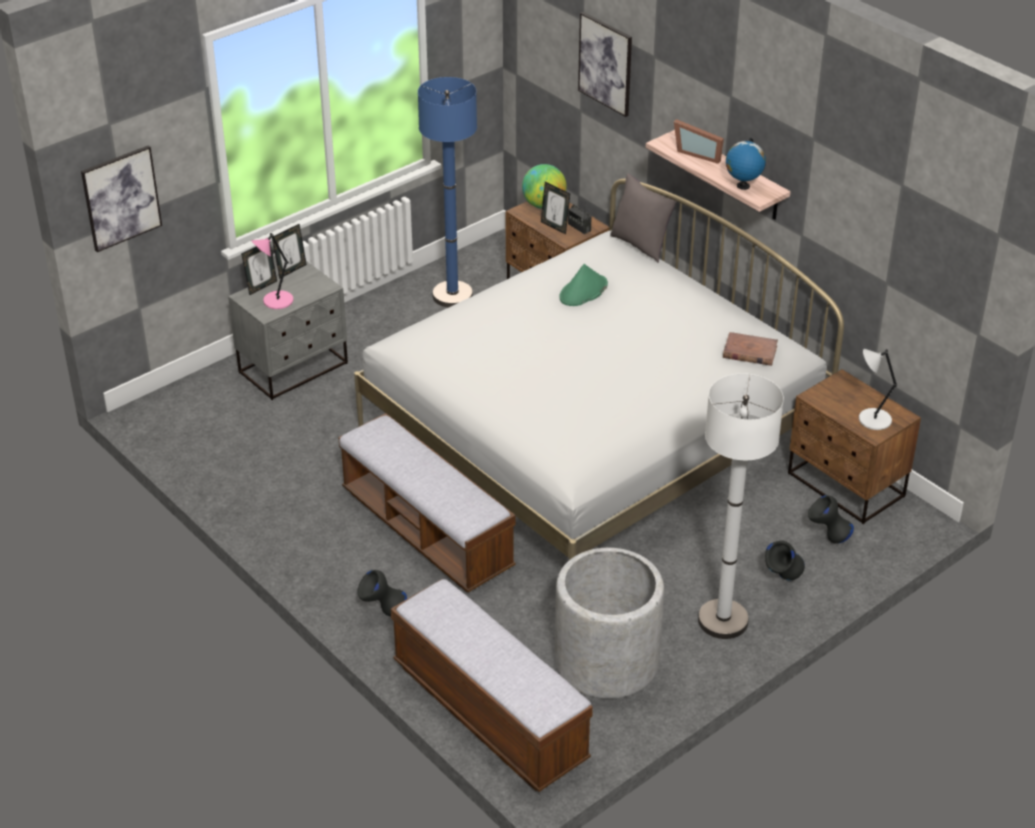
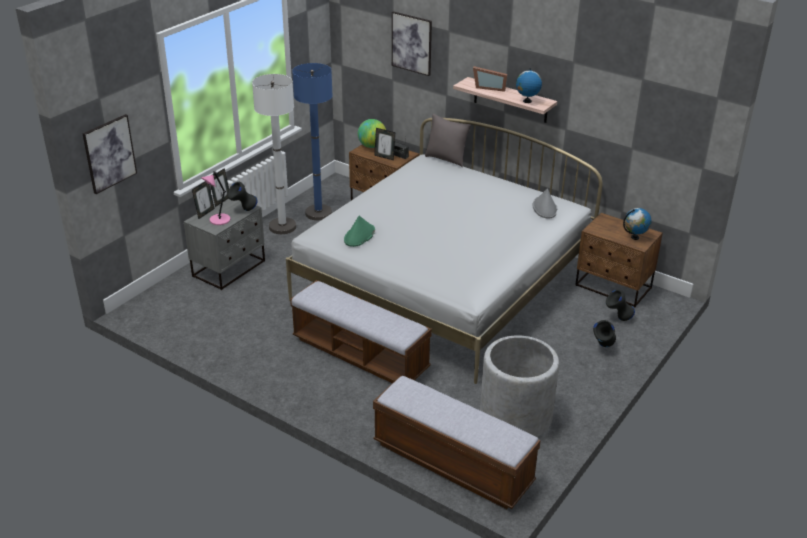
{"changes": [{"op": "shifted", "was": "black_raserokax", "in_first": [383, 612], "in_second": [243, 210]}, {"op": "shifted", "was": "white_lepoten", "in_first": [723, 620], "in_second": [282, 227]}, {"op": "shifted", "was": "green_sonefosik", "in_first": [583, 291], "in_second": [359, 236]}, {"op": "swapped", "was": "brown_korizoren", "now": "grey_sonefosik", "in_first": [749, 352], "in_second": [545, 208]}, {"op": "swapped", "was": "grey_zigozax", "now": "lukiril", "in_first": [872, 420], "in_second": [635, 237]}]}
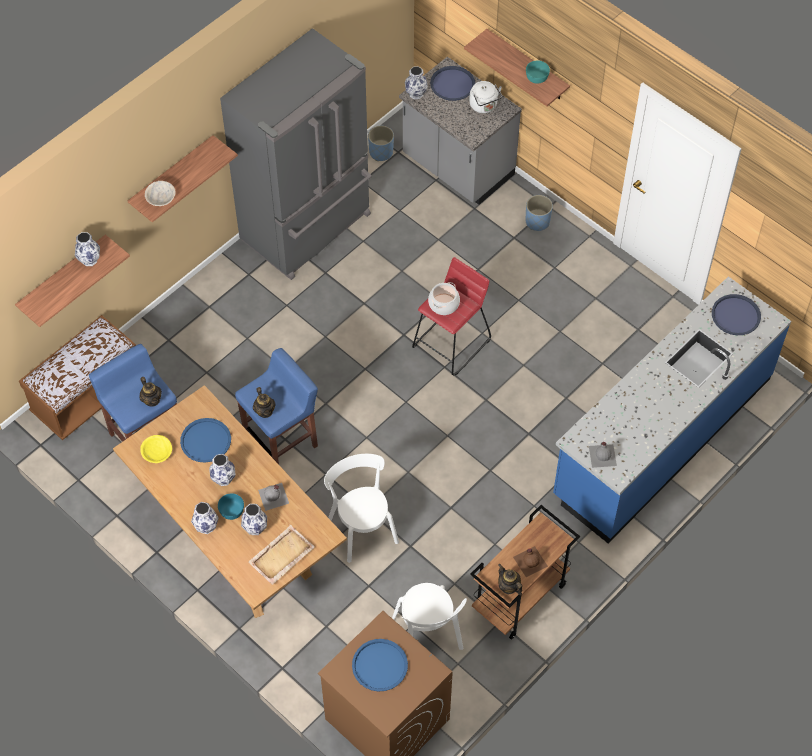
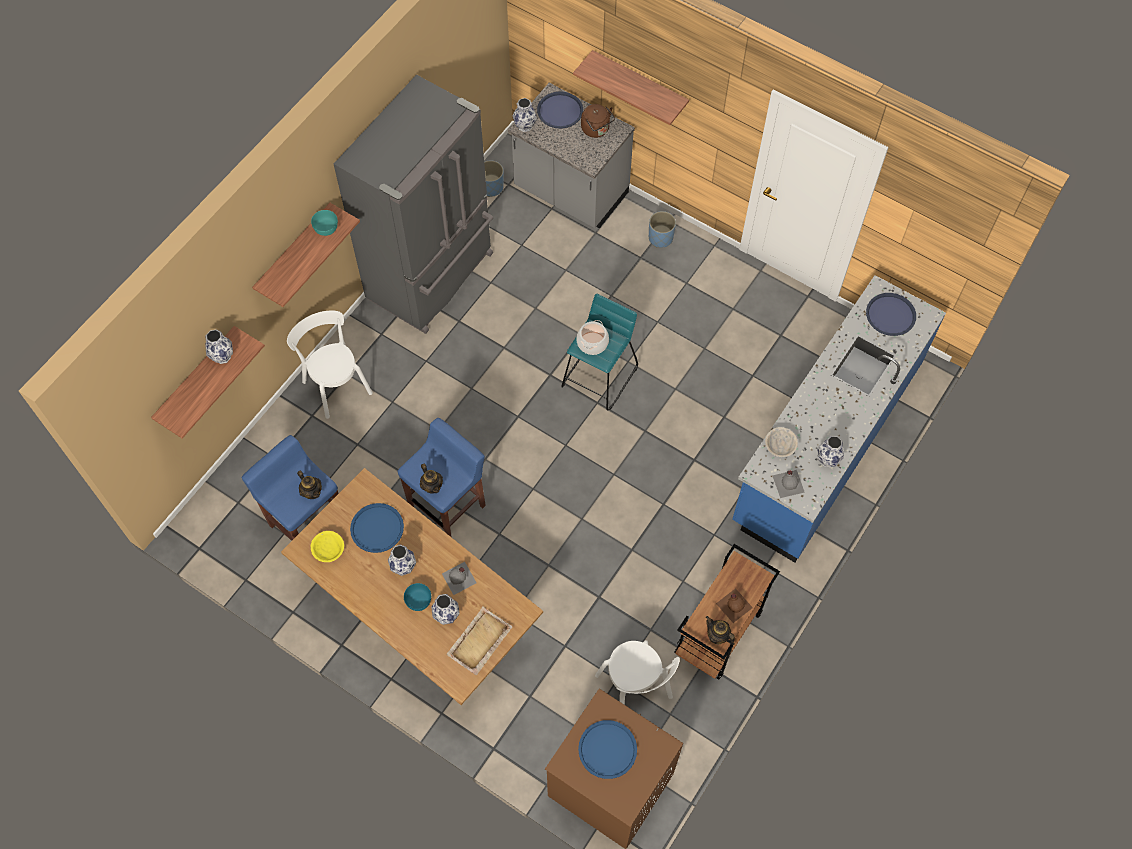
{"changes": [{"op": "shifted", "was": "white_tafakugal", "in_first": [362, 527], "in_second": [335, 385]}, {"op": "shifted", "was": "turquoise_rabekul", "in_first": [537, 77], "in_second": [326, 227]}, {"op": "repainted", "was": "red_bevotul", "now": "turquoise_bevotul", "in_first": [451, 343], "in_second": [600, 377]}, {"op": "repainted", "was": "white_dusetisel", "now": "brown_dusetisel", "in_first": [484, 106], "in_second": [596, 130]}, {"op": "shifted", "was": "beige_rabekul", "in_first": [161, 198], "in_second": [780, 446]}, {"op": "shifted", "was": "raserokax", "in_first": [206, 526], "in_second": [828, 459]}, {"op": "gone", "was": "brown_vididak", "in_first": [87, 395]}]}
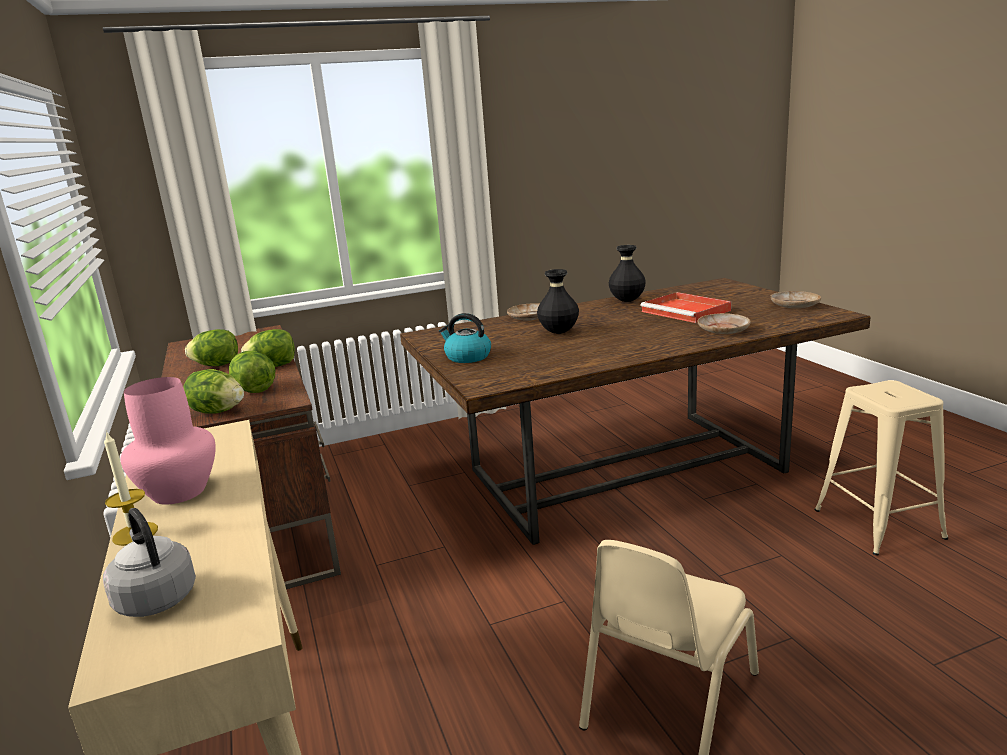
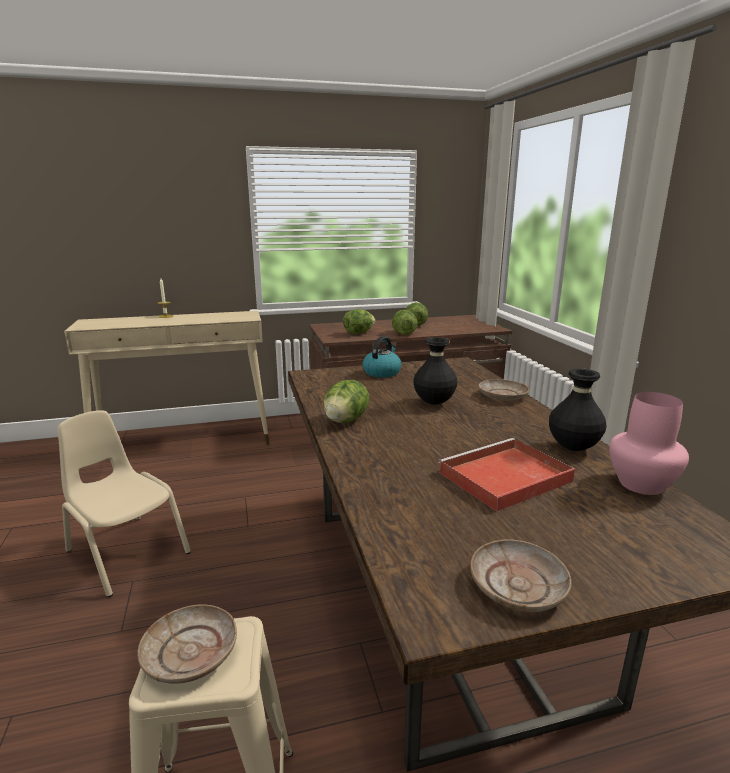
{"changes": [{"op": "shifted", "was": "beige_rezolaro", "in_first": [723, 330], "in_second": [190, 653]}, {"op": "shifted", "was": "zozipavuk", "in_first": [218, 412], "in_second": [345, 421]}, {"op": "shifted", "was": "pink_raserokax", "in_first": [180, 492], "in_second": [642, 485]}, {"op": "gone", "was": "grey_dusetisel", "in_first": [155, 598]}]}
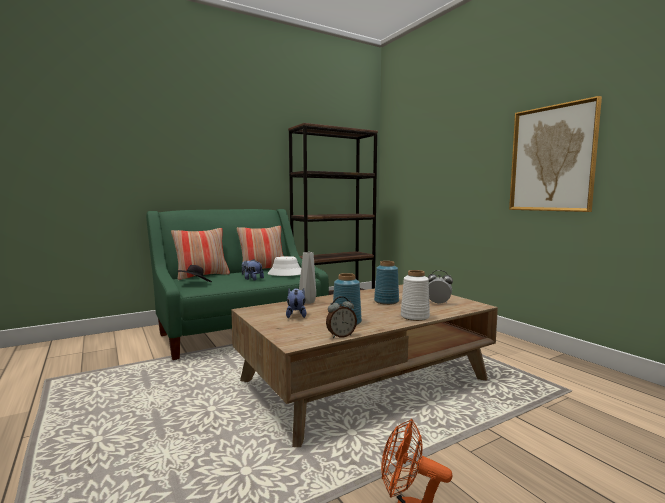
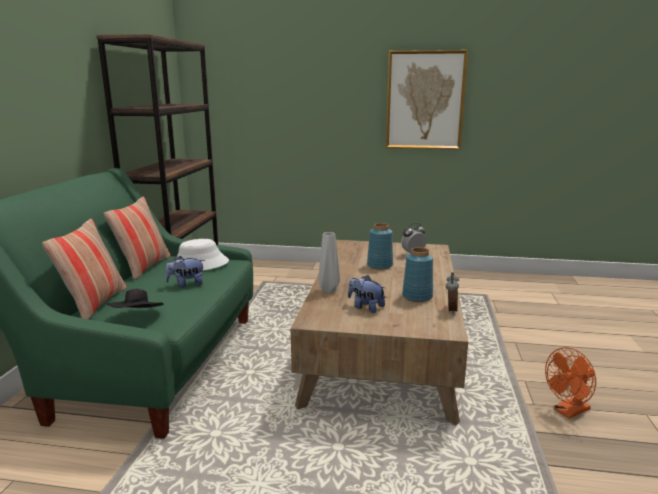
{"changes": [{"op": "gone", "was": "white_raserokax", "in_first": [414, 317]}]}
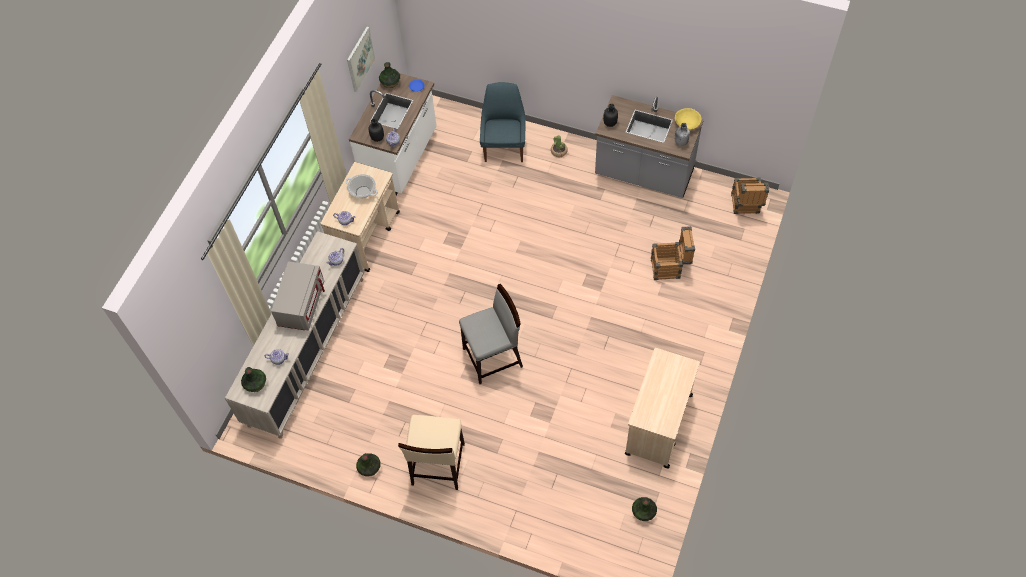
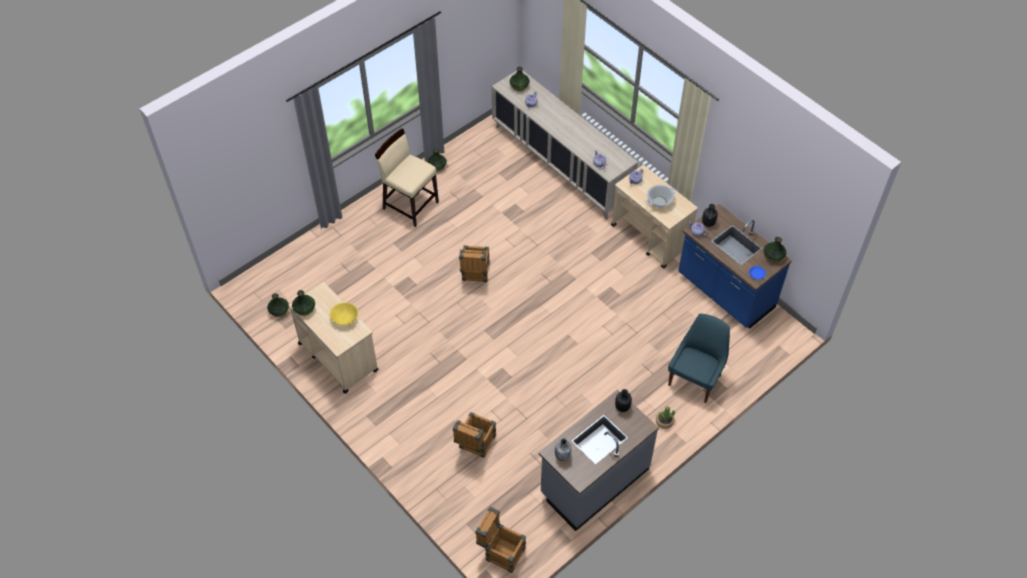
{"changes": [{"op": "new", "now": "raserokax", "in_second": [305, 309]}, {"op": "shifted", "was": "yellow_rabekul", "in_first": [687, 123], "in_second": [345, 318]}, {"op": "swapped", "was": "grey_tafakugal", "now": "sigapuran", "in_first": [493, 357], "in_second": [475, 275]}, {"op": "rotated", "was": "blue_tafakugal", "in_first": [504, 147], "in_second": [695, 379], "clockwise": -90}, {"op": "repainted", "was": "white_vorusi", "now": "blue_vorusi", "in_first": [401, 159], "in_second": [725, 293]}, {"op": "gone", "was": "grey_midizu", "in_first": [301, 304]}, {"op": "gone", "was": "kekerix", "in_first": [360, 59]}]}
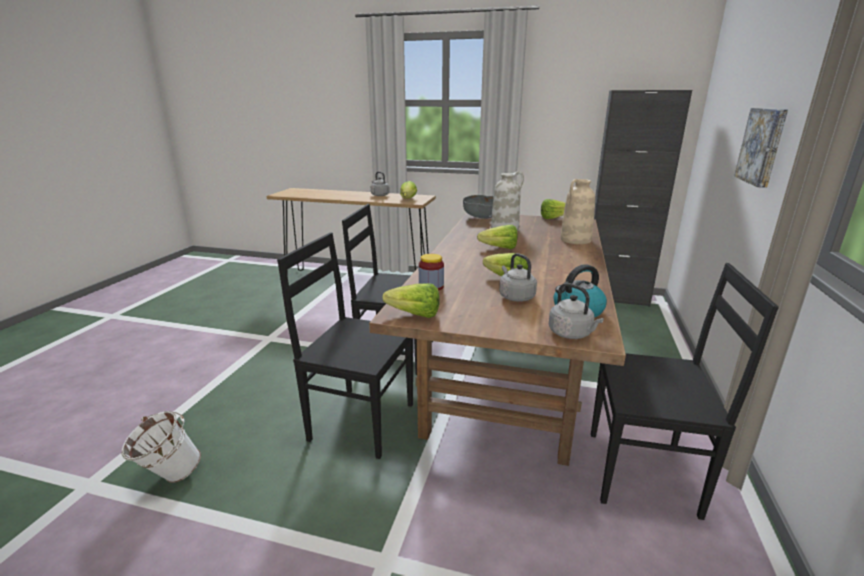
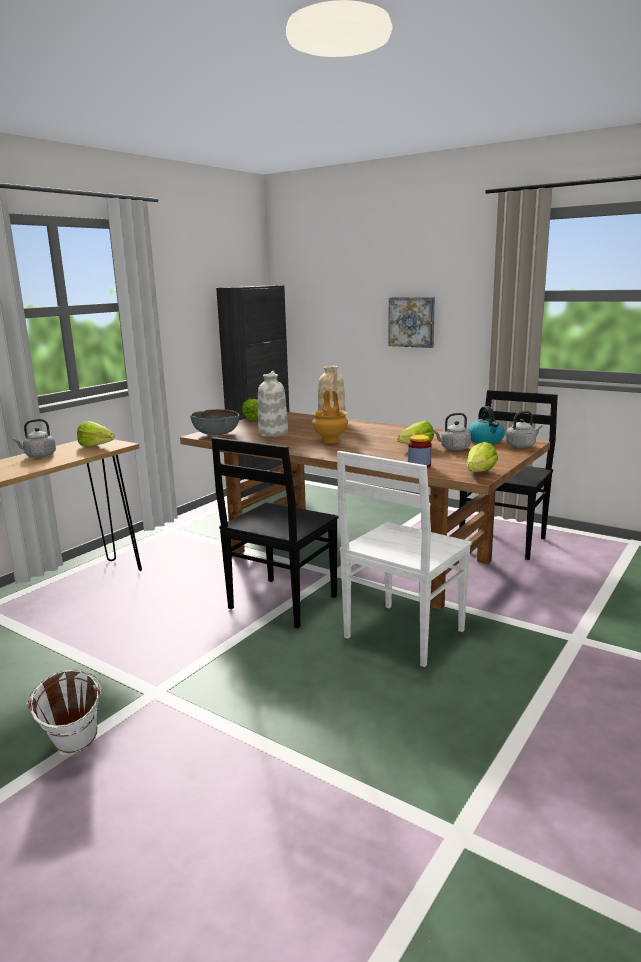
{"changes": [{"op": "shifted", "was": "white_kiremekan", "in_first": [168, 477], "in_second": [74, 750]}, {"op": "swapped", "was": "zozipavuk", "now": "brown_raserokax", "in_first": [496, 248], "in_second": [331, 441]}, {"op": "repainted", "was": "black_tafakugal", "now": "white_tafakugal", "in_first": [359, 421], "in_second": [402, 635]}]}
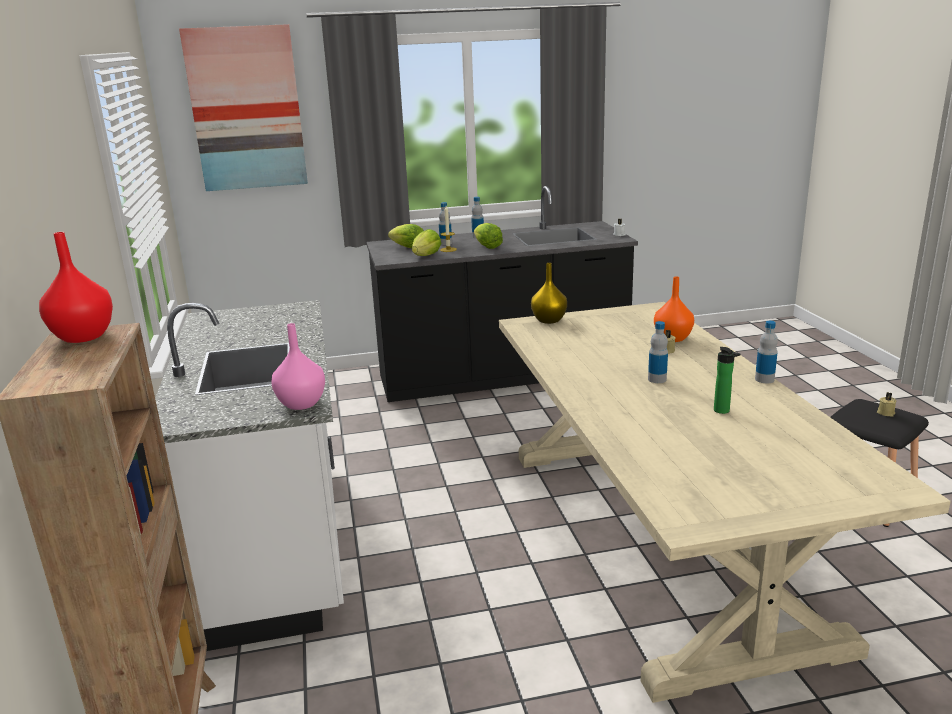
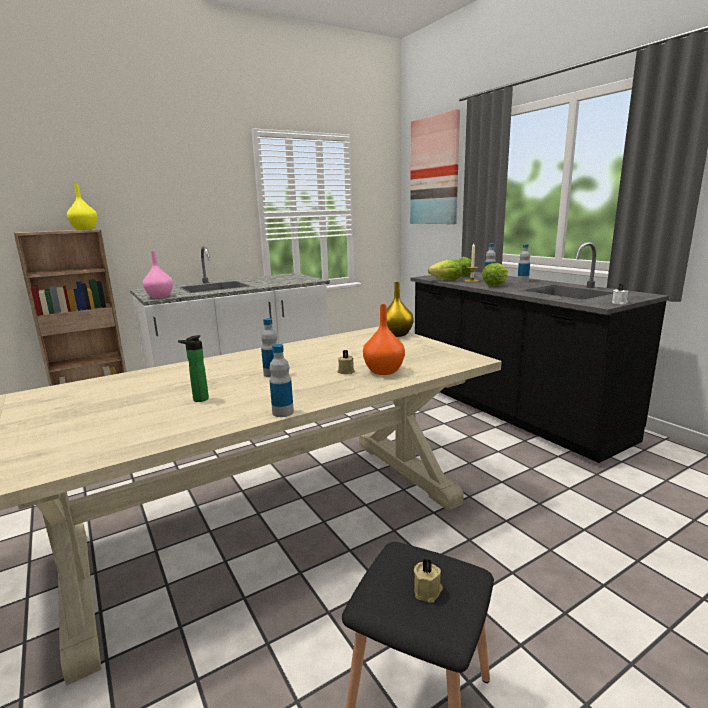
{"changes": [{"op": "repainted", "was": "red_raserokax", "now": "yellow_raserokax", "in_first": [82, 336], "in_second": [85, 229]}]}
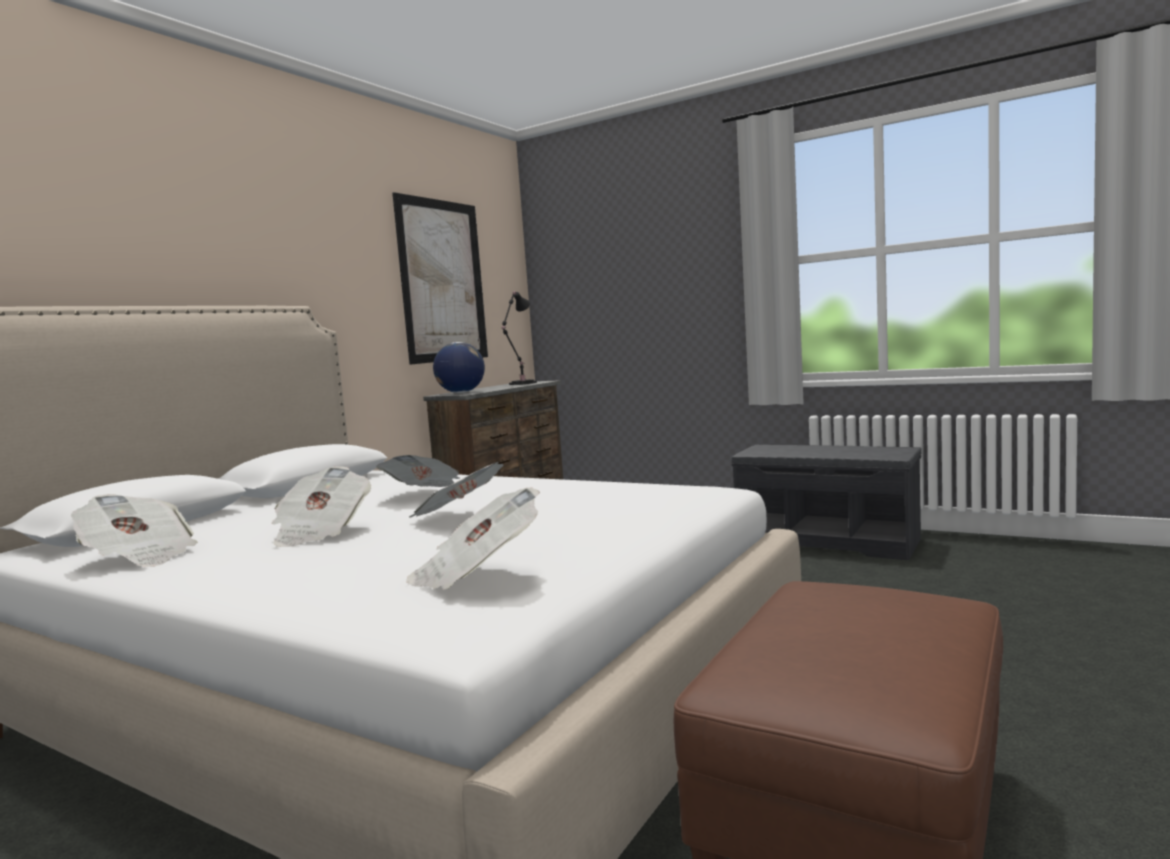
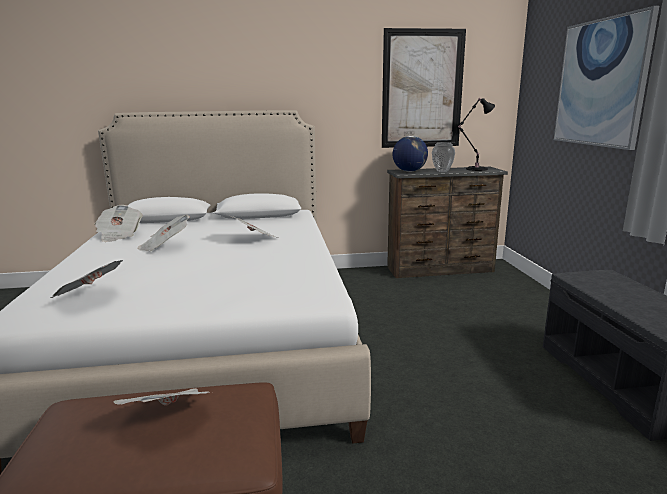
{"changes": [{"op": "shifted", "was": "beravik", "in_first": [458, 517], "in_second": [170, 416]}, {"op": "new", "now": "raserokax", "in_second": [442, 171]}, {"op": "new", "now": "kekerix", "in_second": [600, 83]}]}
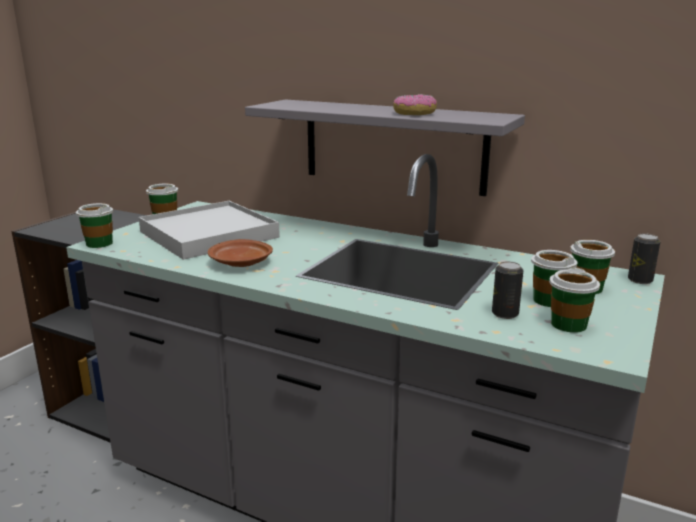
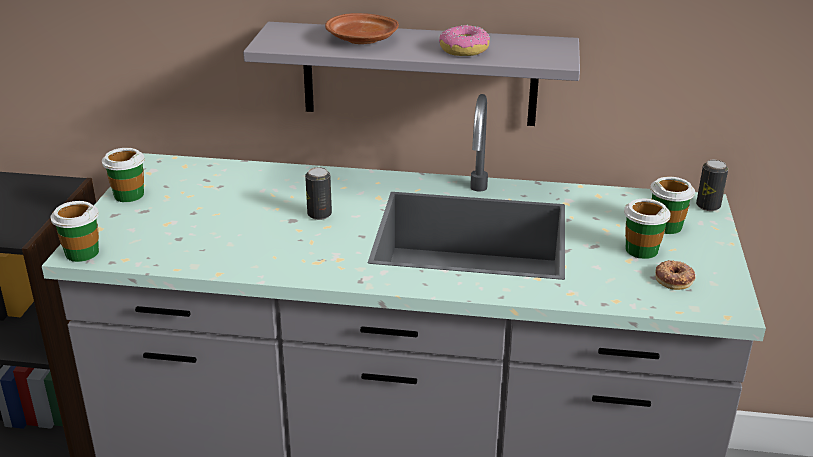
{"changes": [{"op": "shifted", "was": "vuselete", "in_first": [505, 314], "in_second": [319, 214]}, {"op": "shifted", "was": "brown_rezolaro", "in_first": [241, 263], "in_second": [362, 40]}, {"op": "swapped", "was": "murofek", "now": "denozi", "in_first": [568, 324], "in_second": [674, 279]}, {"op": "gone", "was": "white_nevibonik", "in_first": [209, 234]}]}
